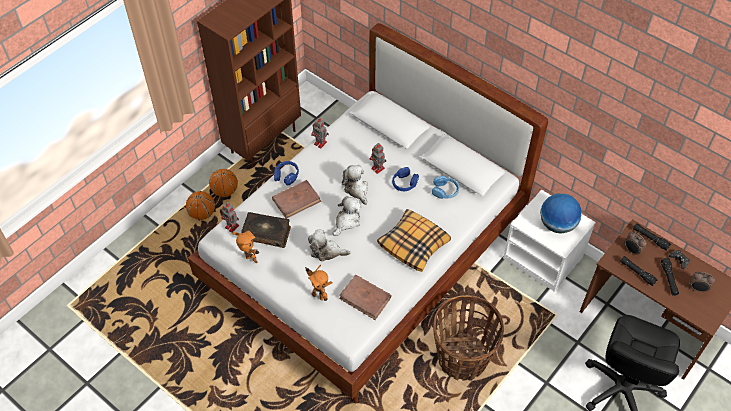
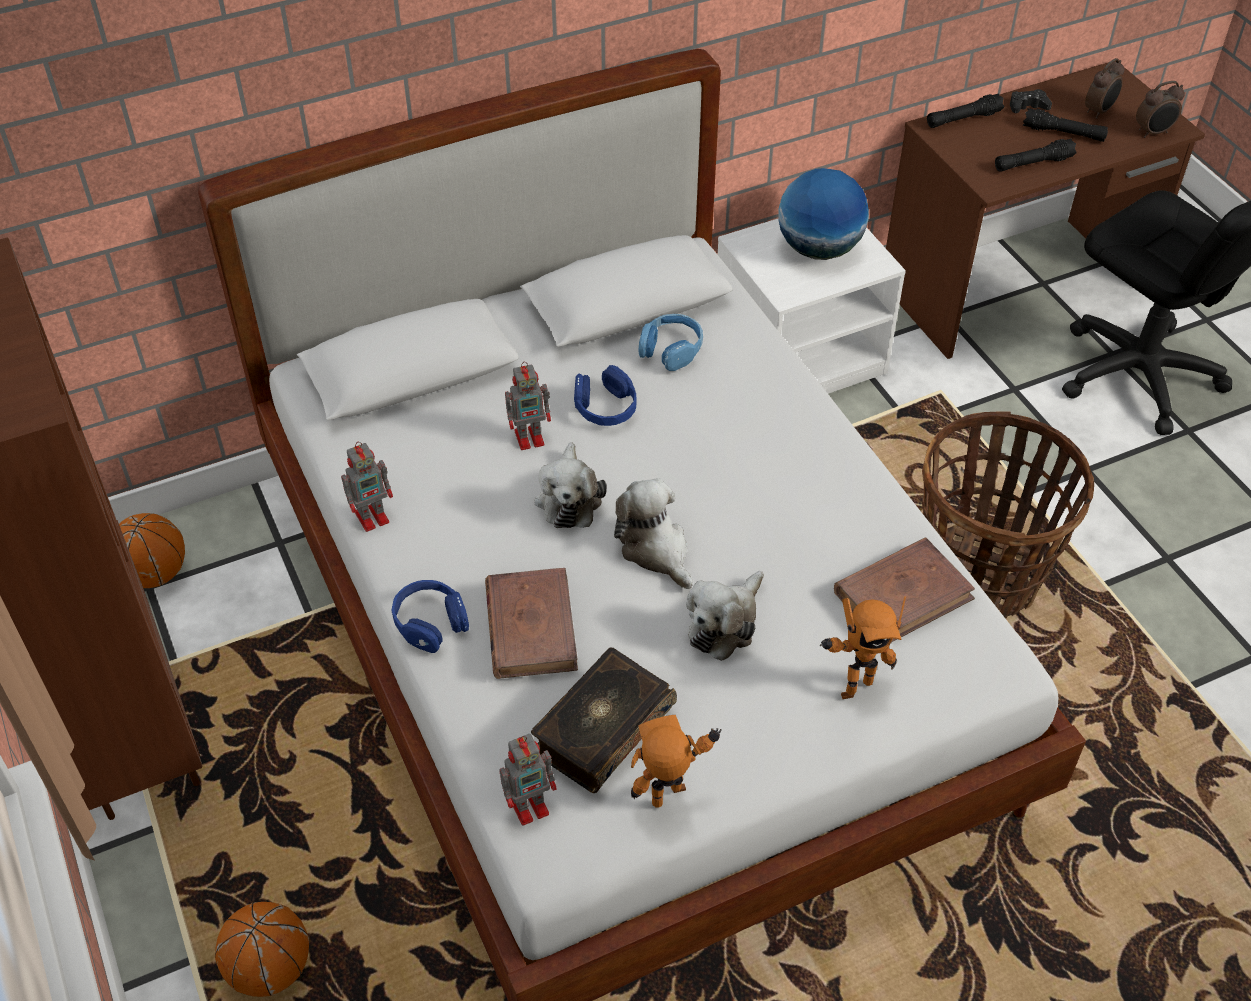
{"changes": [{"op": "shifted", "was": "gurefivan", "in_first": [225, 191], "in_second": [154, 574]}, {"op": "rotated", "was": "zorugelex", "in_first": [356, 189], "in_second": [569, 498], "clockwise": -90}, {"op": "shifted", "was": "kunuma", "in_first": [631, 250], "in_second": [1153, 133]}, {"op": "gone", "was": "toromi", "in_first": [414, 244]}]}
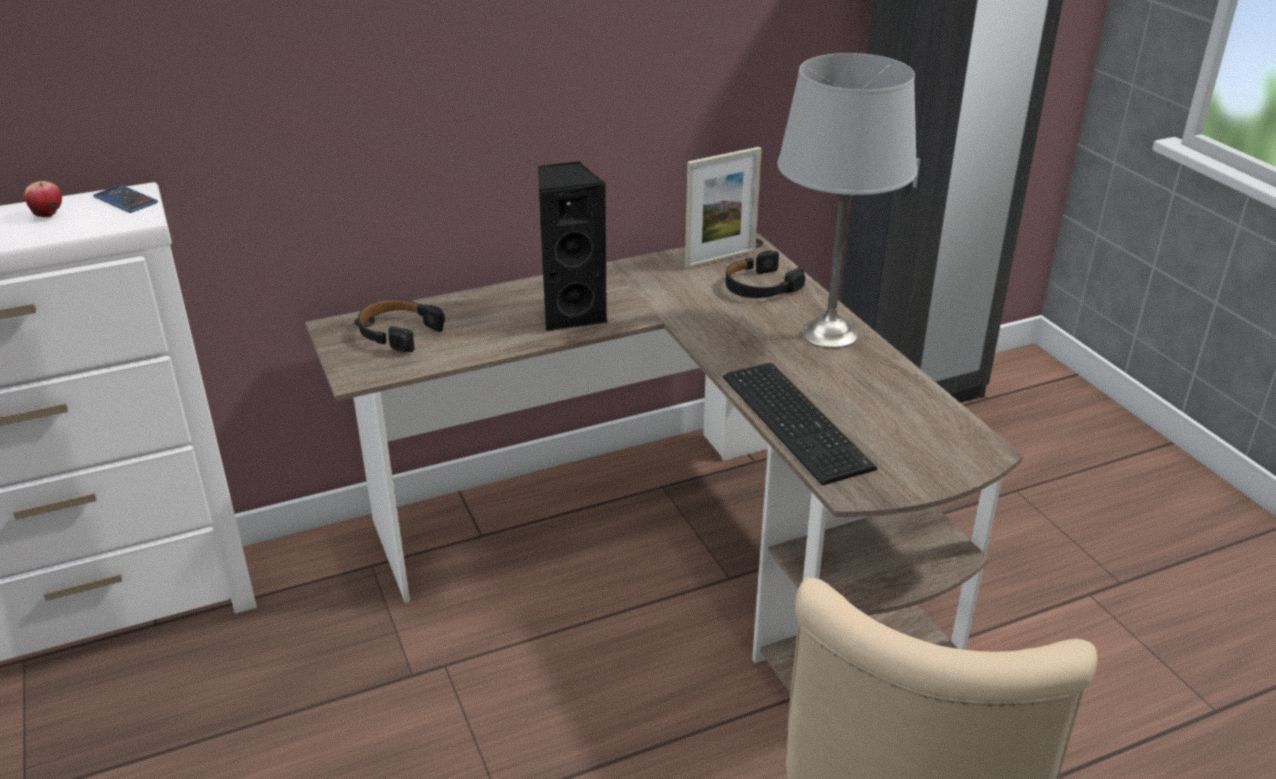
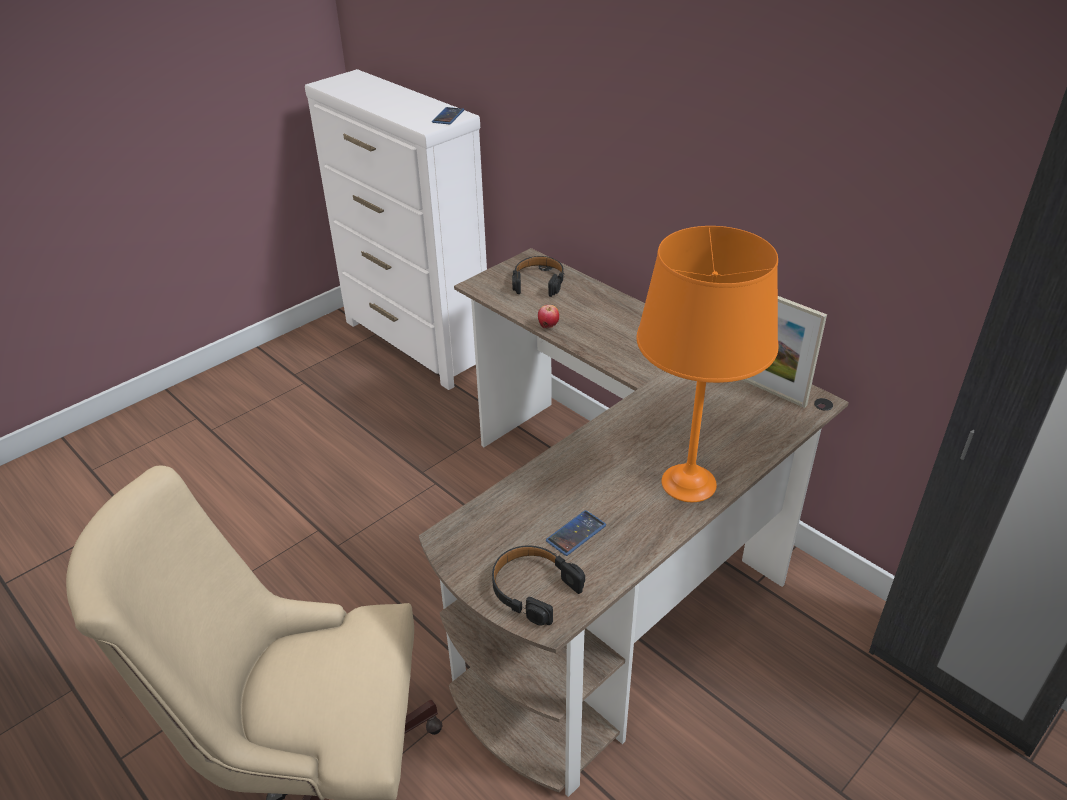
{"changes": [{"op": "shifted", "was": "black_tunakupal", "in_first": [760, 287], "in_second": [533, 589]}, {"op": "shifted", "was": "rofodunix", "in_first": [49, 215], "in_second": [548, 327]}, {"op": "new", "now": "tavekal", "in_second": [576, 533]}, {"op": "repainted", "was": "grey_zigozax", "now": "orange_zigozax", "in_first": [829, 334], "in_second": [687, 483]}, {"op": "gone", "was": "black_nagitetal", "in_first": [571, 314]}, {"op": "gone", "was": "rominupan", "in_first": [797, 419]}]}
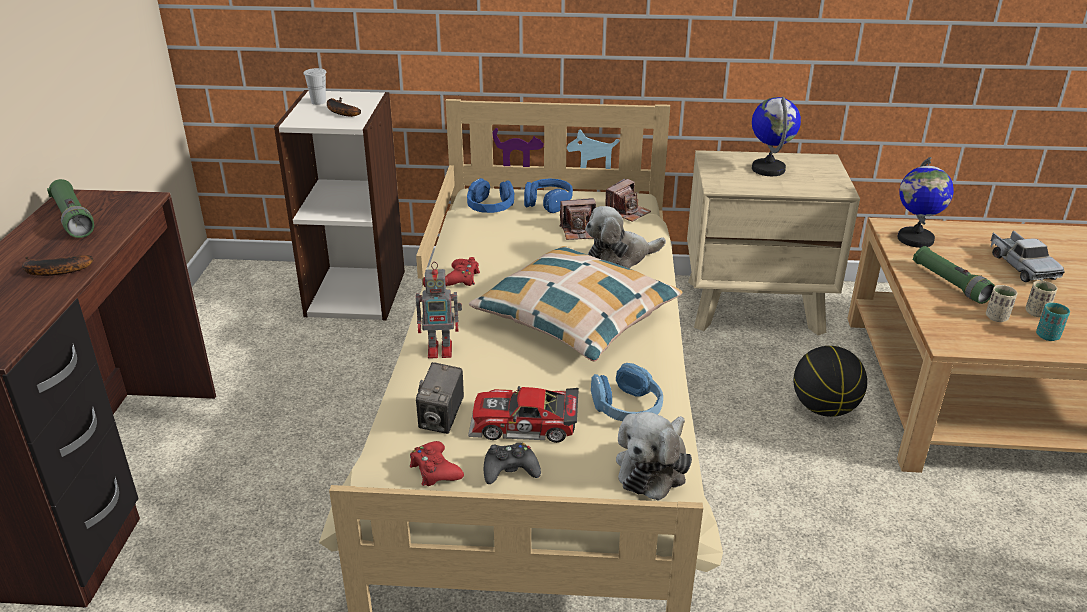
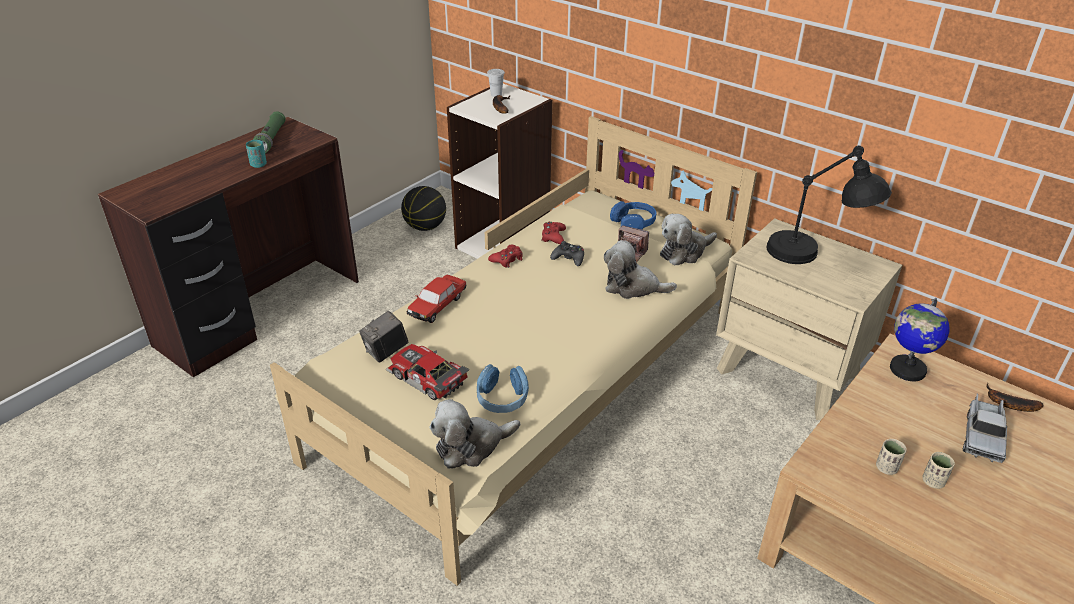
{"changes": [{"op": "shifted", "was": "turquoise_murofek", "in_first": [1047, 336], "in_second": [258, 165]}, {"op": "shifted", "was": "gurefivan", "in_first": [824, 408], "in_second": [425, 227]}, {"op": "swapped", "was": "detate", "now": "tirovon", "in_first": [441, 349], "in_second": [437, 305]}, {"op": "shifted", "was": "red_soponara", "in_first": [435, 470], "in_second": [553, 237]}, {"op": "shifted", "was": "black_soponara", "in_first": [510, 470], "in_second": [568, 258]}, {"op": "swapped", "was": "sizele", "now": "zorugelex", "in_first": [627, 212], "in_second": [684, 252]}, {"op": "swapped", "was": "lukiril", "now": "black_zigozax", "in_first": [768, 169], "in_second": [815, 256]}, {"op": "shifted", "was": "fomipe", "in_first": [52, 271], "in_second": [1008, 403]}, {"op": "gone", "was": "blue_tunakupal", "in_first": [490, 207]}, {"op": "gone", "was": "toromi", "in_first": [576, 317]}, {"op": "gone", "was": "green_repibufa", "in_first": [949, 283]}]}
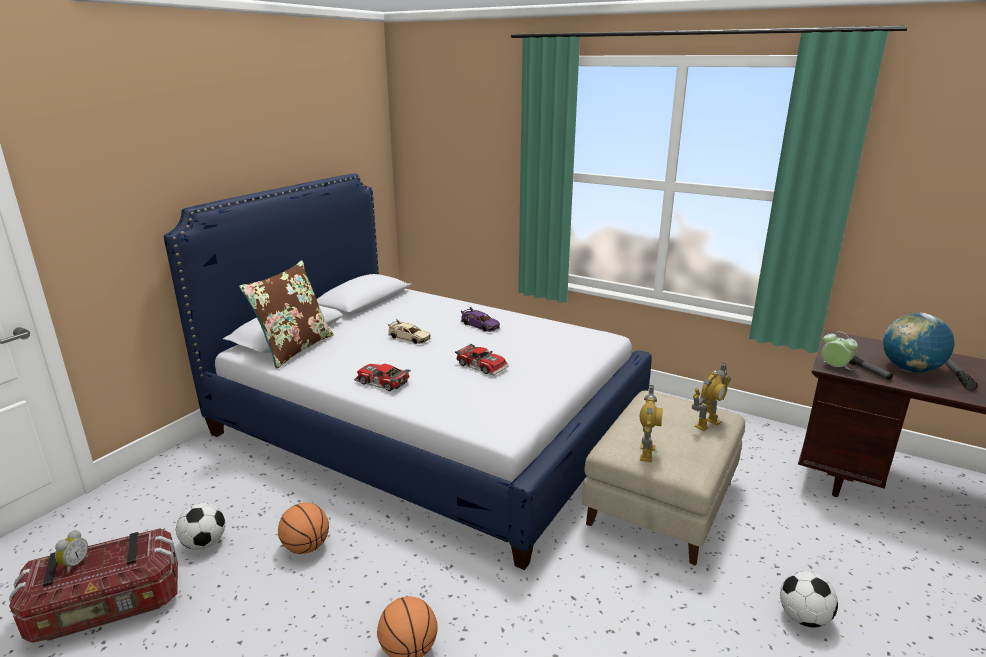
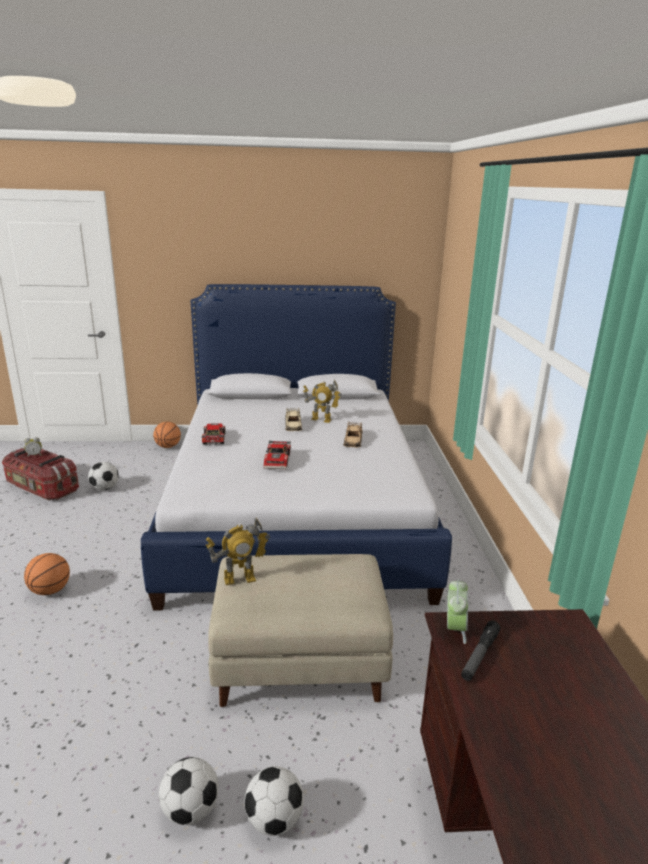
{"changes": [{"op": "shifted", "was": "gurefivan", "in_first": [306, 547], "in_second": [168, 447]}, {"op": "new", "now": "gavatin", "in_second": [274, 819]}, {"op": "shifted", "was": "detate", "in_first": [707, 424], "in_second": [321, 419]}, {"op": "repainted", "was": "purple_tirovon", "now": "beige_tirovon", "in_first": [480, 325], "in_second": [353, 440]}, {"op": "gone", "was": "brown_toromi", "in_first": [294, 349]}, {"op": "gone", "was": "lukiril", "in_first": [910, 369]}, {"op": "gone", "was": "repibufa", "in_first": [958, 377]}]}
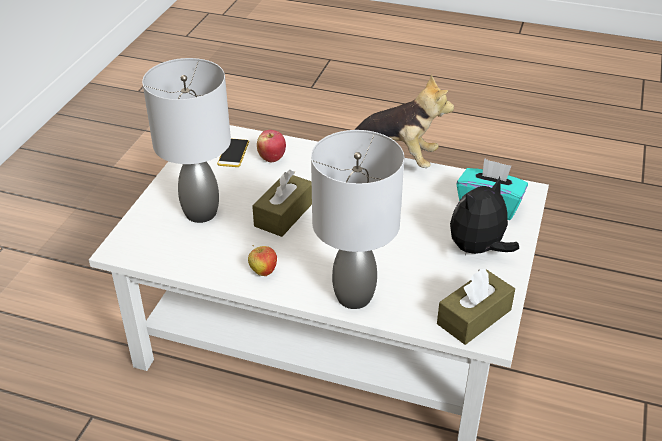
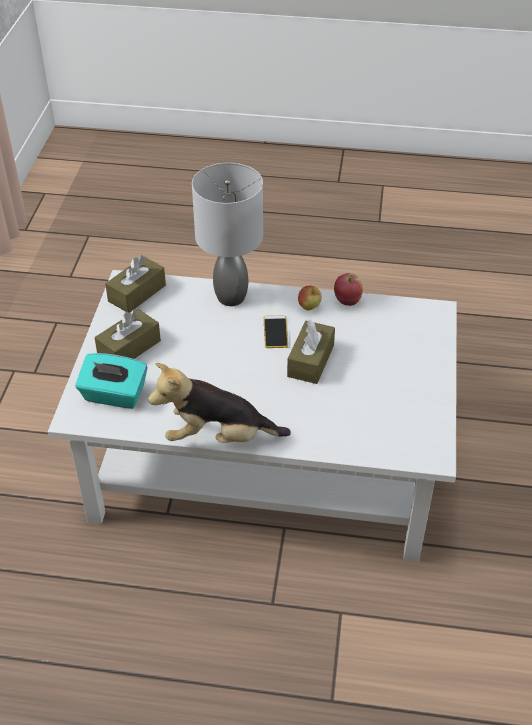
{"changes": [{"op": "swapped", "was": "zorugelex", "now": "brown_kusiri", "in_first": [478, 249], "in_second": [129, 348]}, {"op": "shifted", "was": "tavekal", "in_first": [233, 153], "in_second": [275, 332]}, {"op": "shifted", "was": "rofodunix", "in_first": [271, 158], "in_second": [347, 301]}, {"op": "gone", "was": "grey_zigozax", "in_first": [201, 213]}]}
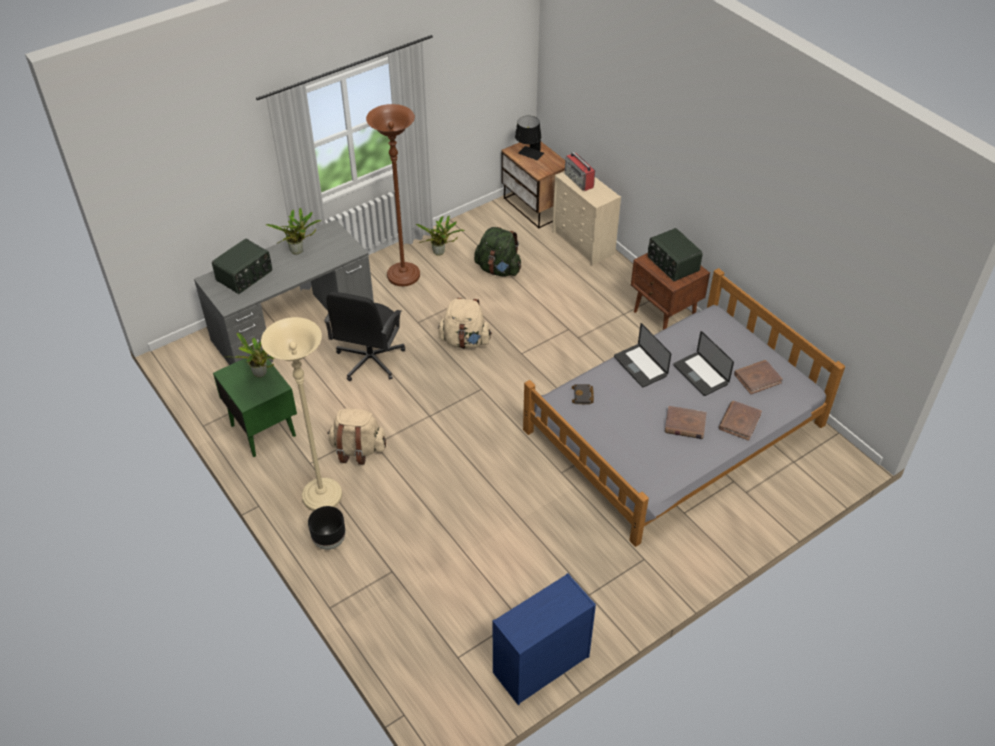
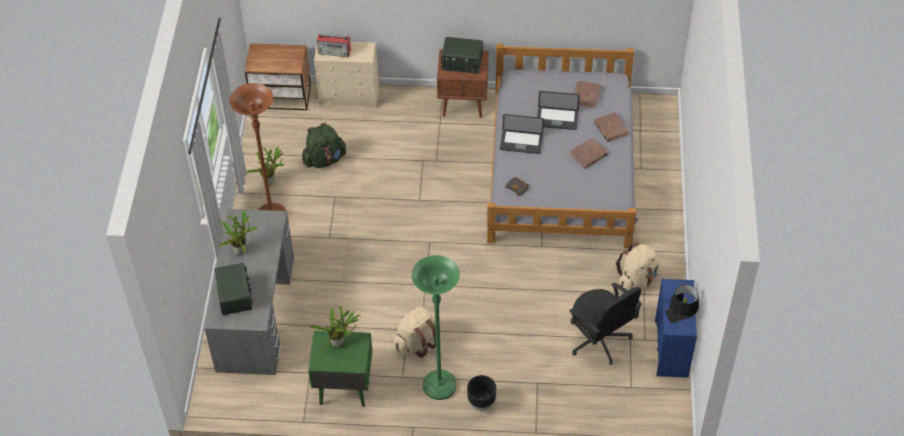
{"changes": [{"op": "repainted", "was": "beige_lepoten", "now": "green_lepoten", "in_first": [322, 496], "in_second": [439, 386]}, {"op": "shifted", "was": "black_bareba", "in_first": [369, 360], "in_second": [599, 339]}, {"op": "shifted", "was": "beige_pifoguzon", "in_first": [465, 341], "in_second": [637, 280]}, {"op": "shifted", "was": "black_zigozax", "in_first": [528, 155], "in_second": [681, 318]}]}
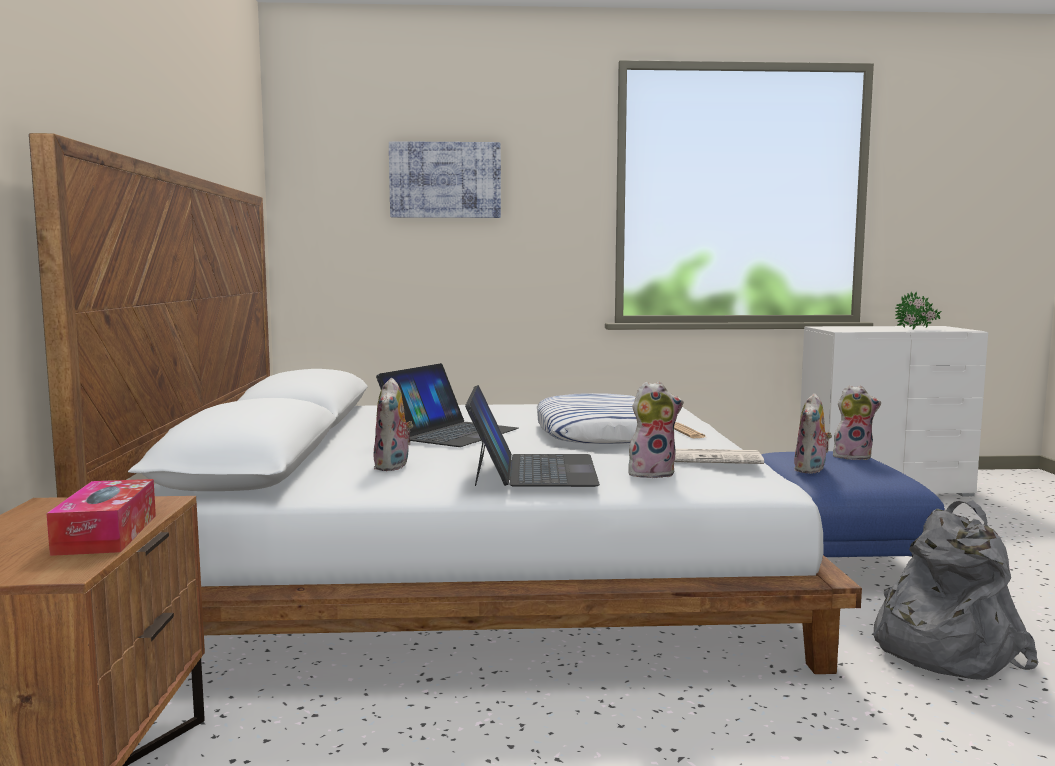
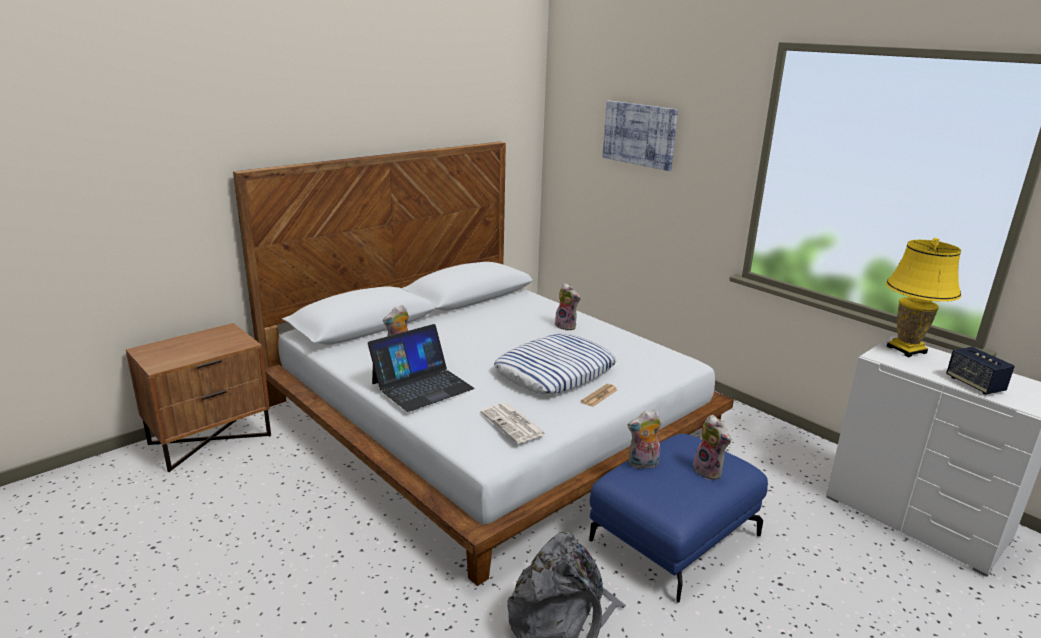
{"changes": [{"op": "shifted", "was": "zorugelex", "in_first": [652, 473], "in_second": [567, 326]}, {"op": "new", "now": "yellow_zigozax", "in_second": [906, 350]}, {"op": "swapped", "was": "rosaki", "now": "nagitetal", "in_first": [917, 329], "in_second": [974, 384]}, {"op": "gone", "was": "kusiri", "in_first": [106, 534]}, {"op": "gone", "was": "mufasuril", "in_first": [449, 432]}]}
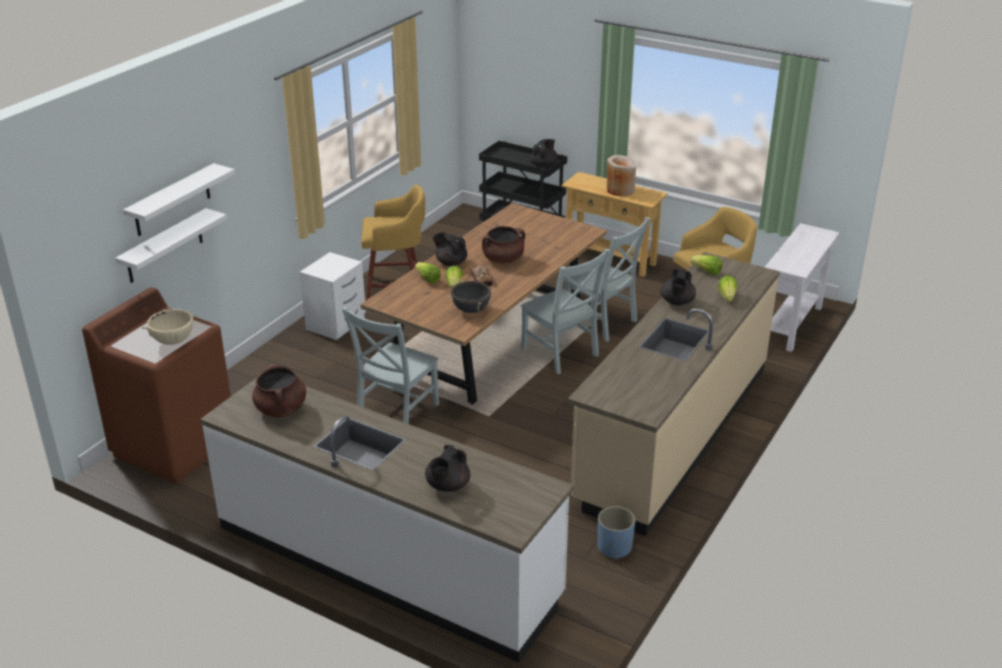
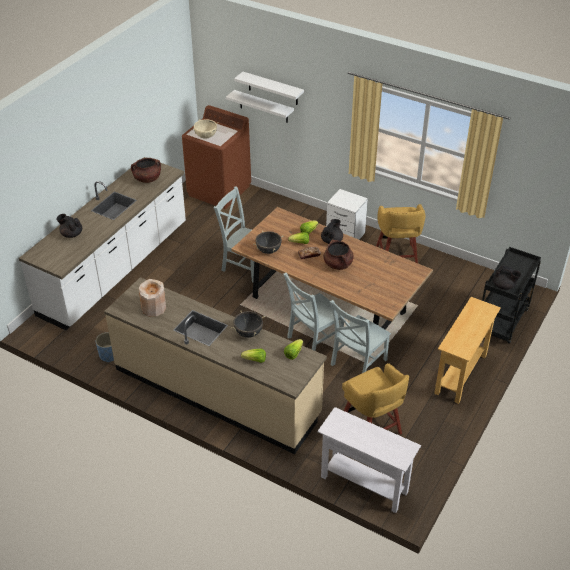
{"changes": [{"op": "shifted", "was": "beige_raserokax", "in_first": [619, 190], "in_second": [154, 307]}, {"op": "swapped", "was": "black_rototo", "now": "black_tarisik", "in_first": [677, 302], "in_second": [248, 333]}]}
